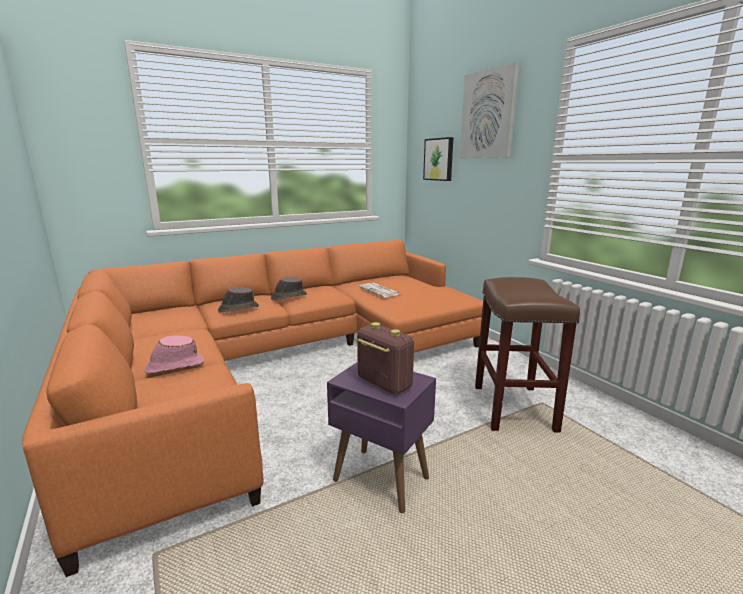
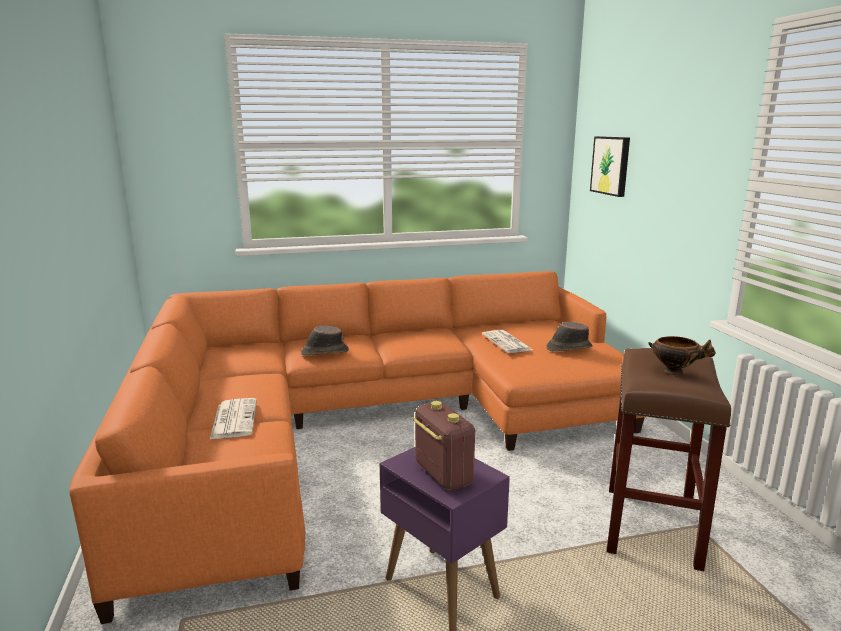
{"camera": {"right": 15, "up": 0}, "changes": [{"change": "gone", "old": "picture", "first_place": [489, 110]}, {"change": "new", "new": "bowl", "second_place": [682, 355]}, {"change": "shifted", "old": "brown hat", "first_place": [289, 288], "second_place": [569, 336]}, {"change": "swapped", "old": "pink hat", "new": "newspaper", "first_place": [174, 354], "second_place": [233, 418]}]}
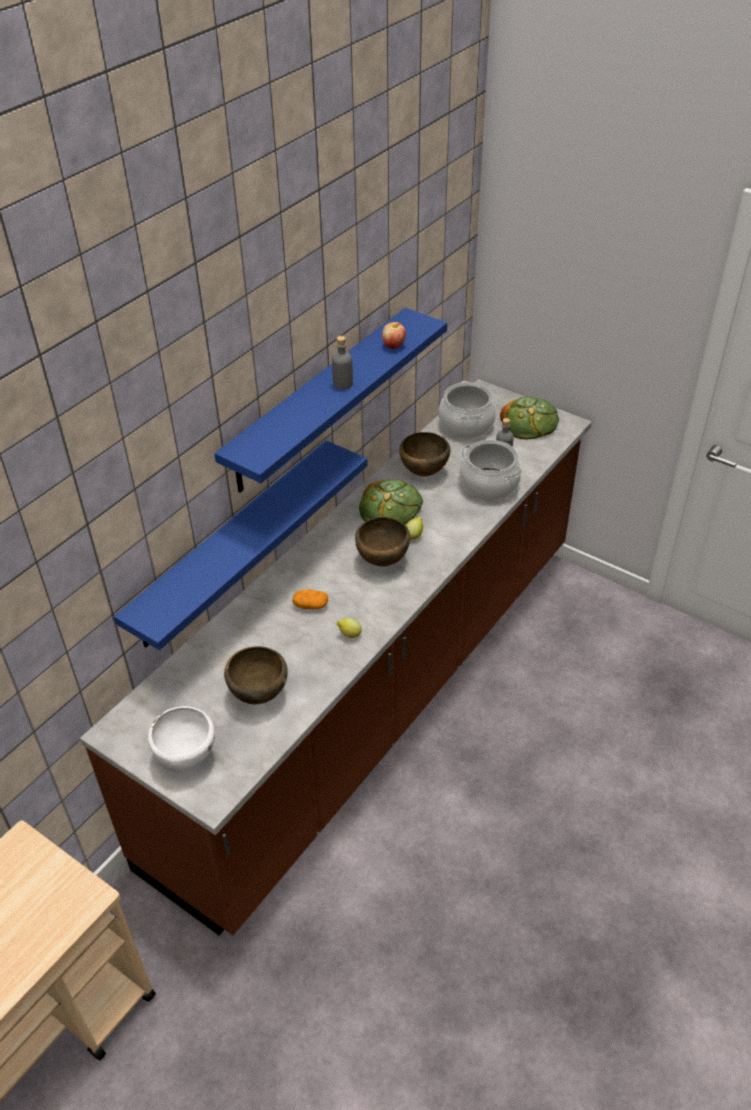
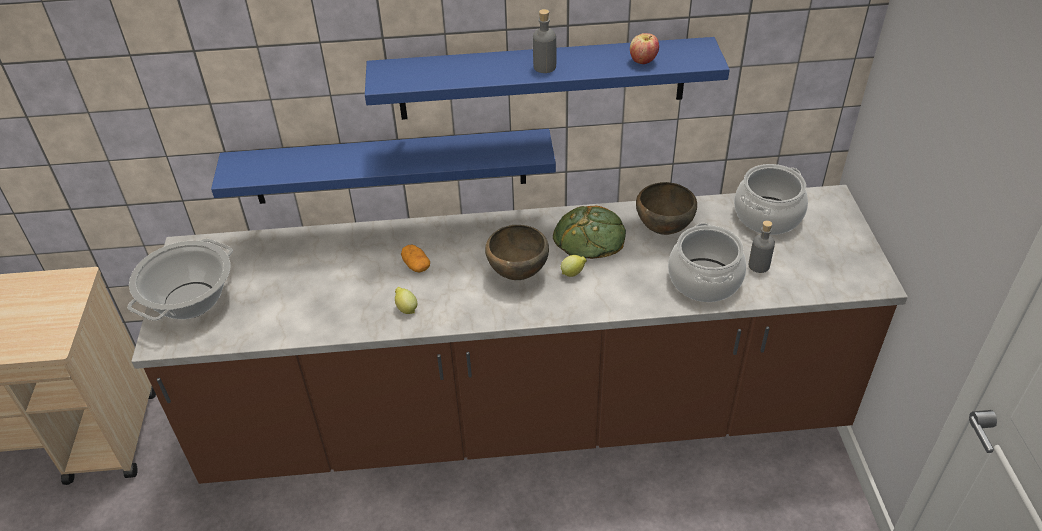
{"camera": {"right": 50, "up": 0}, "changes": [{"change": "gone", "old": "brown bowl", "first_place": [256, 675]}, {"change": "gone", "old": "bread", "first_place": [529, 418]}, {"change": "swapped", "old": "white bowl", "new": "cooking pot", "first_place": [181, 737], "second_place": [180, 280]}]}
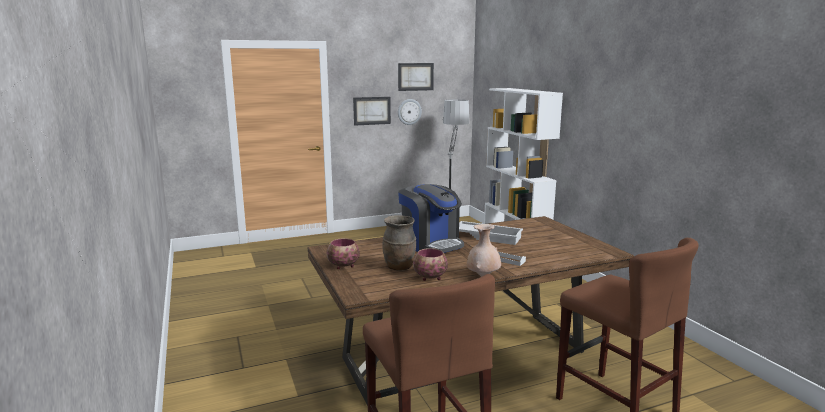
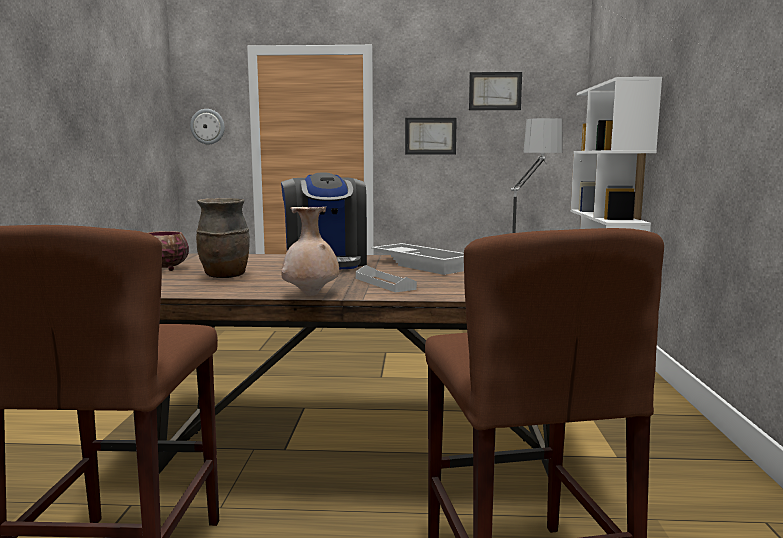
{"camera": {"right": 25, "up": -5}, "changes": [{"change": "gone", "old": "bowl", "first_place": [430, 264]}, {"change": "shifted", "old": "wall clock", "first_place": [410, 112], "second_place": [207, 126]}]}
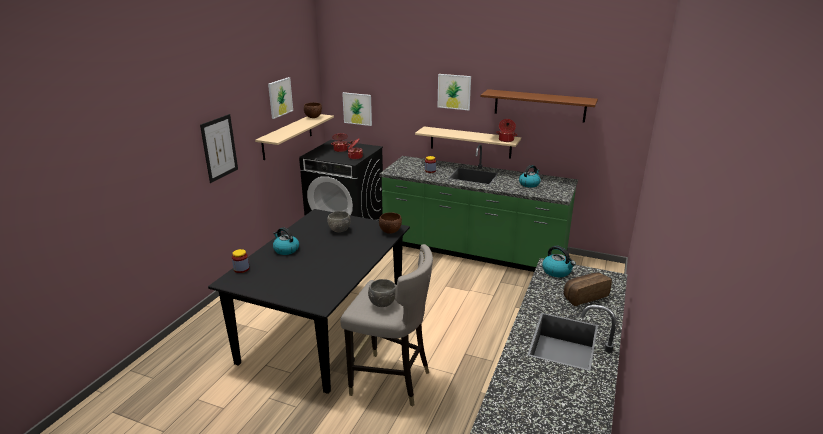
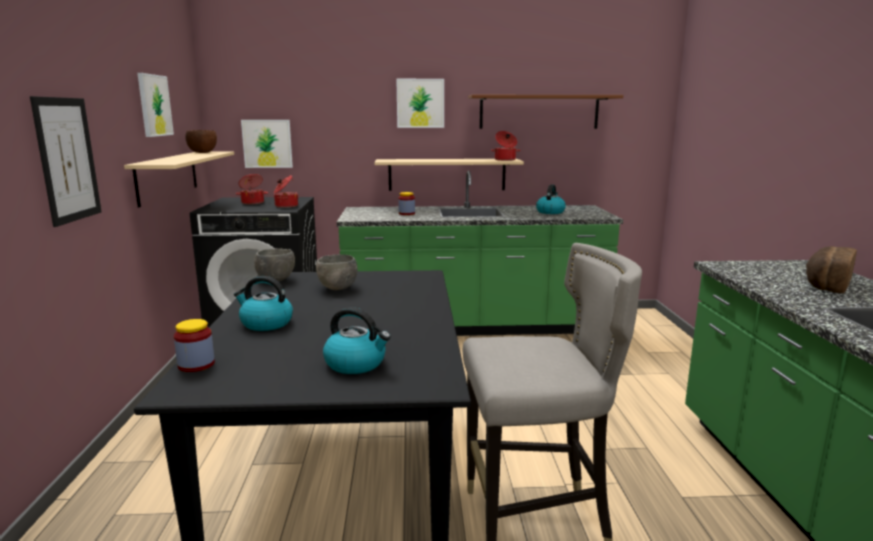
{"camera": {"right": -25, "up": -10}, "changes": [{"change": "gone", "old": "brown bowl", "first_place": [390, 223]}, {"change": "shifted", "old": "grey bowl", "first_place": [382, 293], "second_place": [274, 264]}, {"change": "shifted", "old": "kettle", "first_place": [559, 261], "second_place": [357, 340]}]}
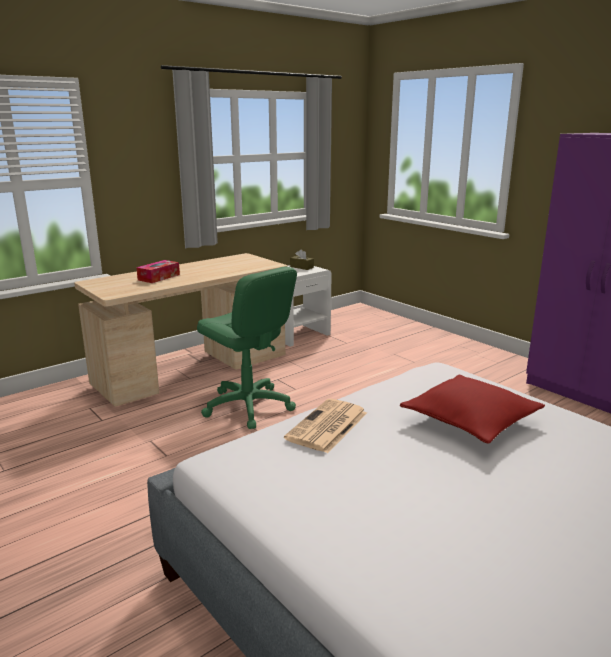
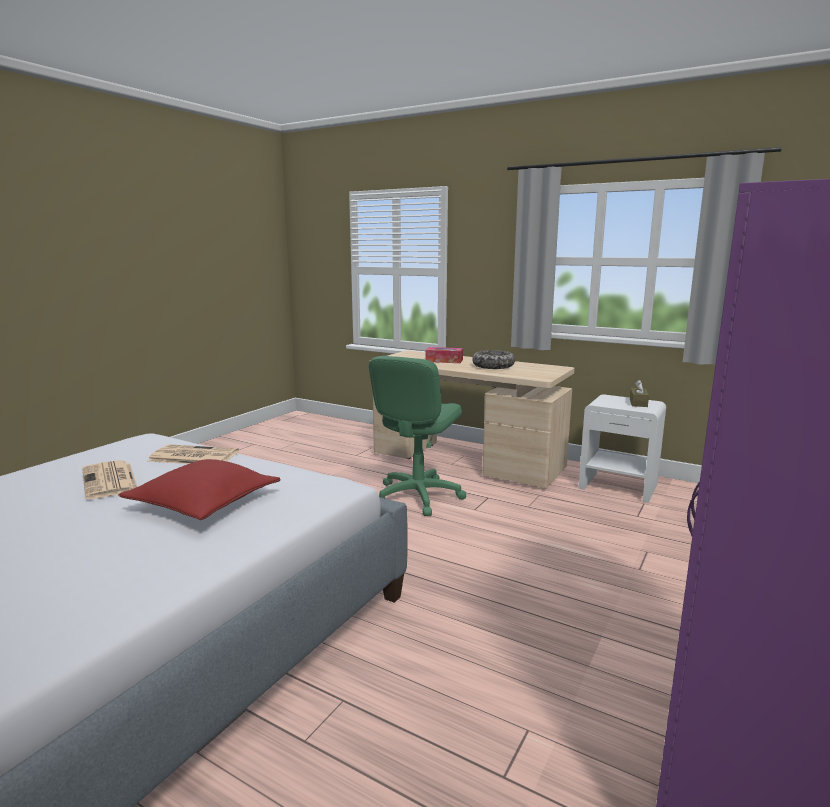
{"camera": {"right": 70, "up": -5}, "changes": [{"change": "new", "new": "newspaper", "second_place": [109, 479]}, {"change": "new", "new": "bowl", "second_place": [493, 359]}]}
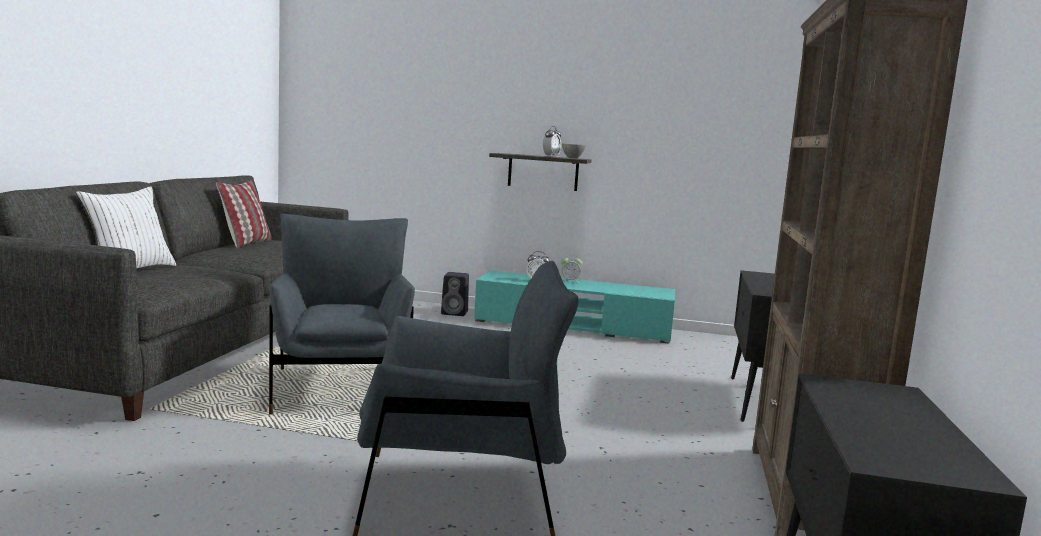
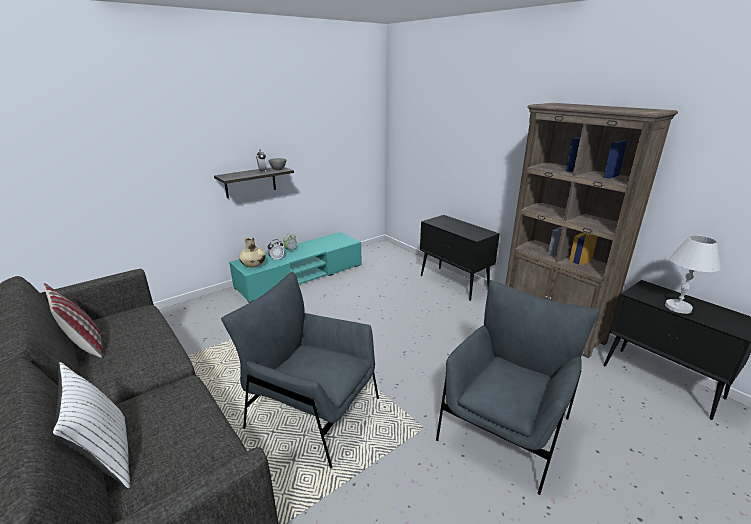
{"camera": {"right": -50, "up": 15}, "changes": [{"change": "gone", "old": "black speaker", "first_place": [455, 294]}, {"change": "new", "new": "beige vase", "second_place": [252, 252]}, {"change": "new", "new": "white table lamp", "second_place": [693, 274]}]}
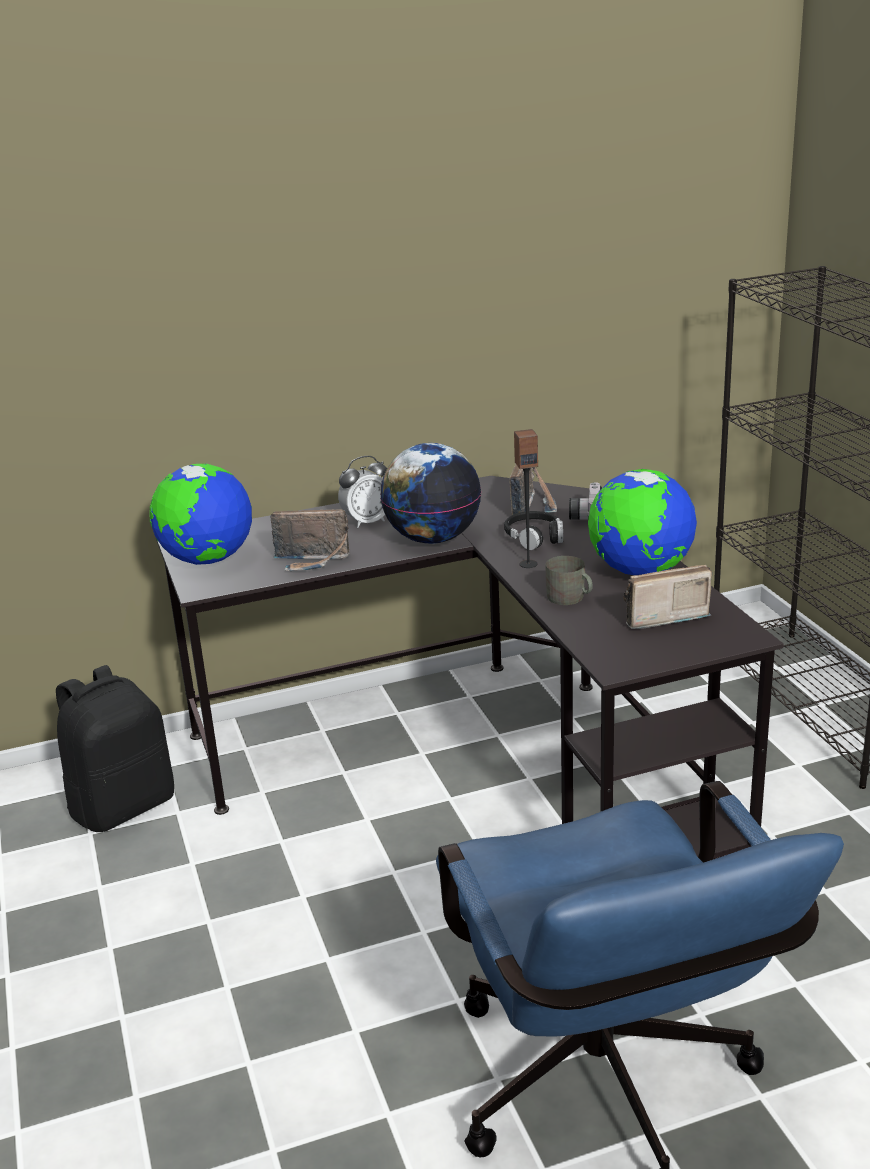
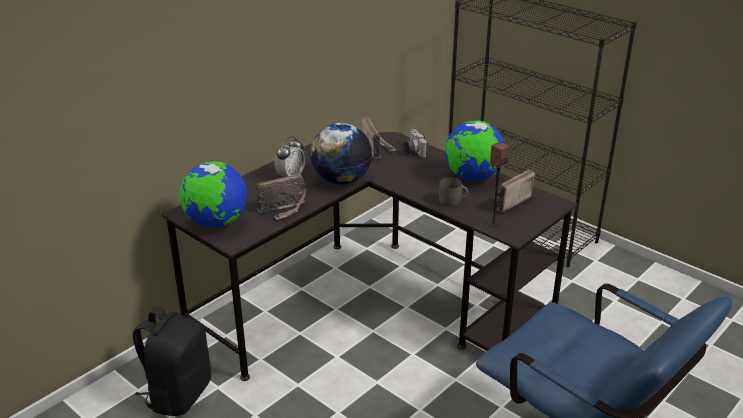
{"camera": {"right": -30, "up": 5}, "changes": [{"change": "gone", "old": "black headphones", "first_place": [533, 530]}, {"change": "shifted", "old": "speaker", "first_place": [526, 498], "second_place": [499, 184]}]}
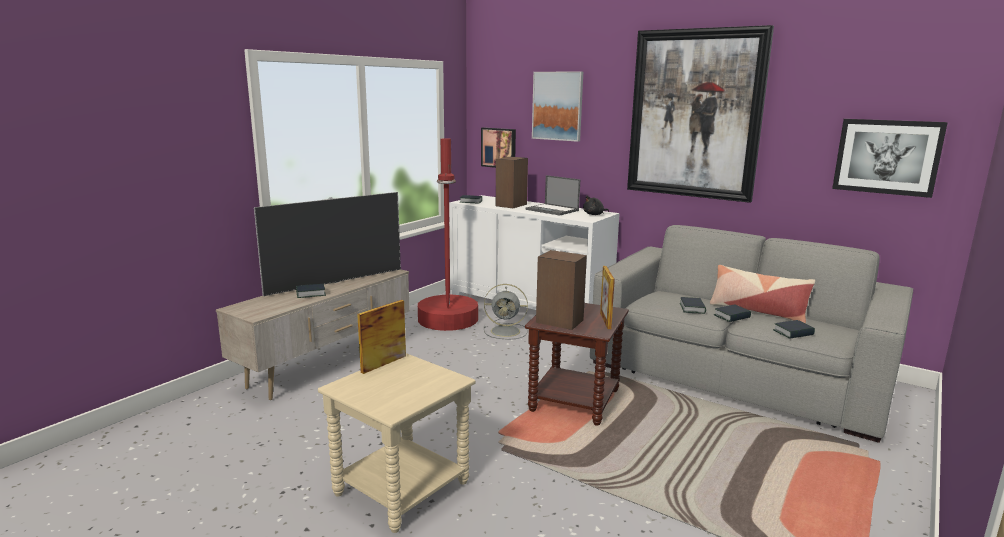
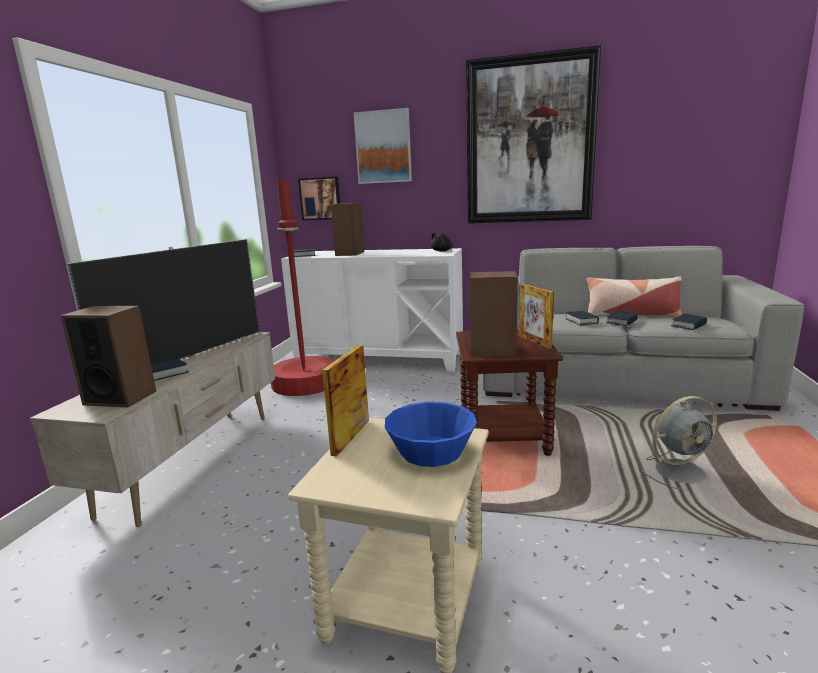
{"camera": {"right": -20, "up": 0}, "changes": [{"change": "gone", "old": "laptop", "first_place": [552, 195]}, {"change": "gone", "old": "picture", "first_place": [890, 158]}, {"change": "new", "new": "speaker", "second_place": [108, 357]}, {"change": "new", "new": "blue bowl", "second_place": [431, 434]}, {"change": "shifted", "old": "grey fan", "first_place": [506, 312], "second_place": [678, 443]}]}
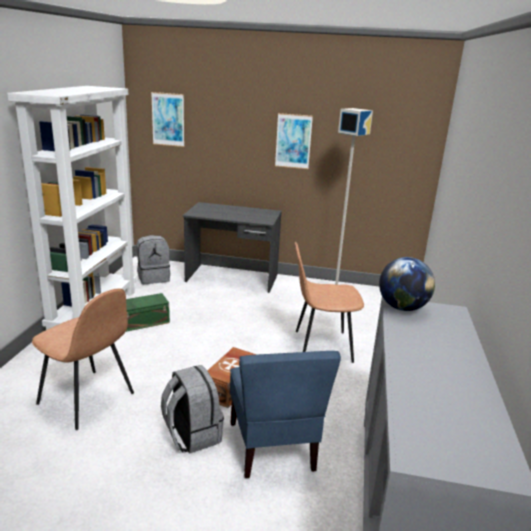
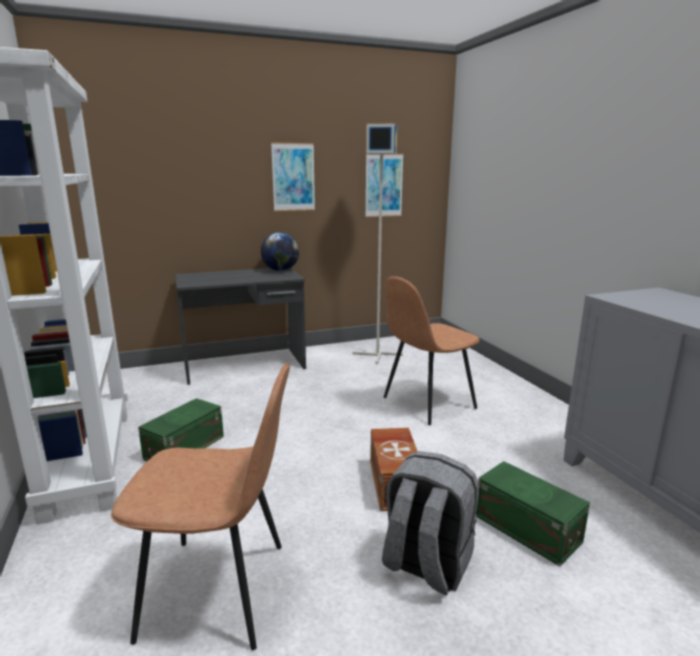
{"camera": {"right": -30, "up": -5}, "changes": [{"change": "gone", "old": "grey backpack", "first_place": [153, 259]}, {"change": "shifted", "old": "picture", "first_place": [167, 119], "second_place": [384, 185]}, {"change": "shifted", "old": "globe", "first_place": [407, 284], "second_place": [280, 251]}, {"change": "swapped", "old": "blue chair", "new": "green storage box", "first_place": [285, 414], "second_place": [532, 513]}]}
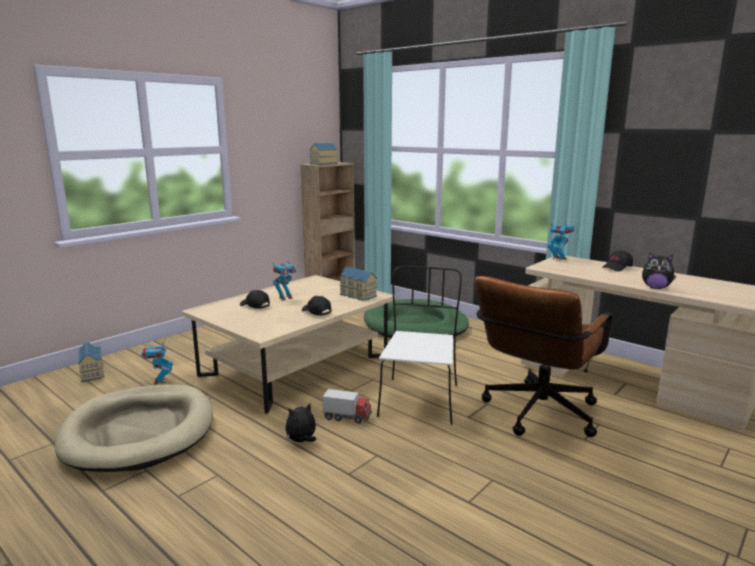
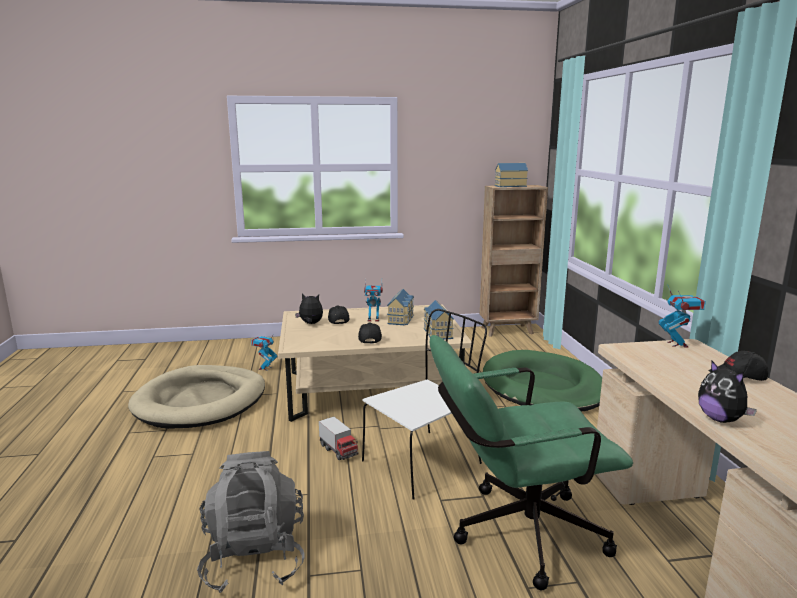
{"camera": {"right": 40, "up": 0}, "changes": [{"change": "new", "new": "grey backpack", "second_place": [251, 522]}, {"change": "shifted", "old": "toy house", "first_place": [91, 361], "second_place": [400, 307]}, {"change": "shifted", "old": "plush toy", "first_place": [301, 422], "second_place": [309, 309]}, {"change": "repainted", "old": "brown office chair", "new": "green office chair", "first_place": [543, 356], "second_place": [531, 462]}]}
